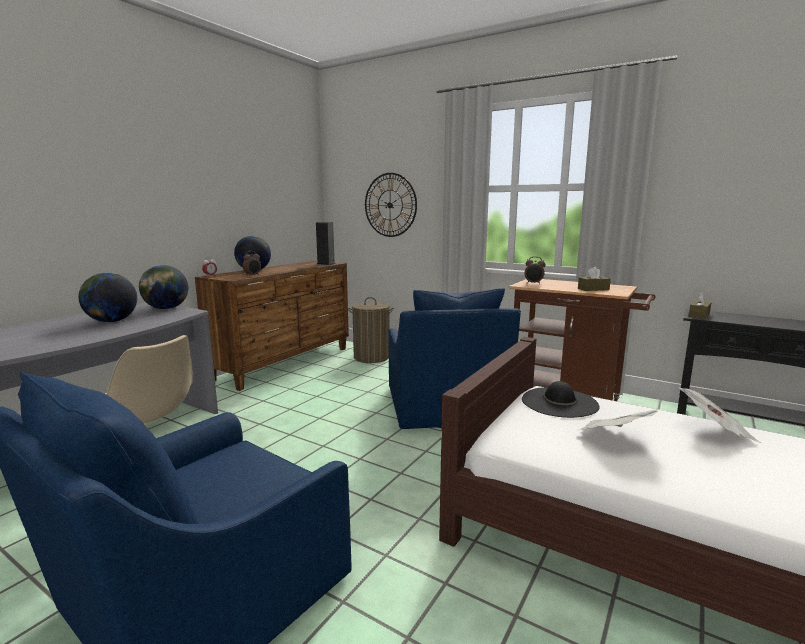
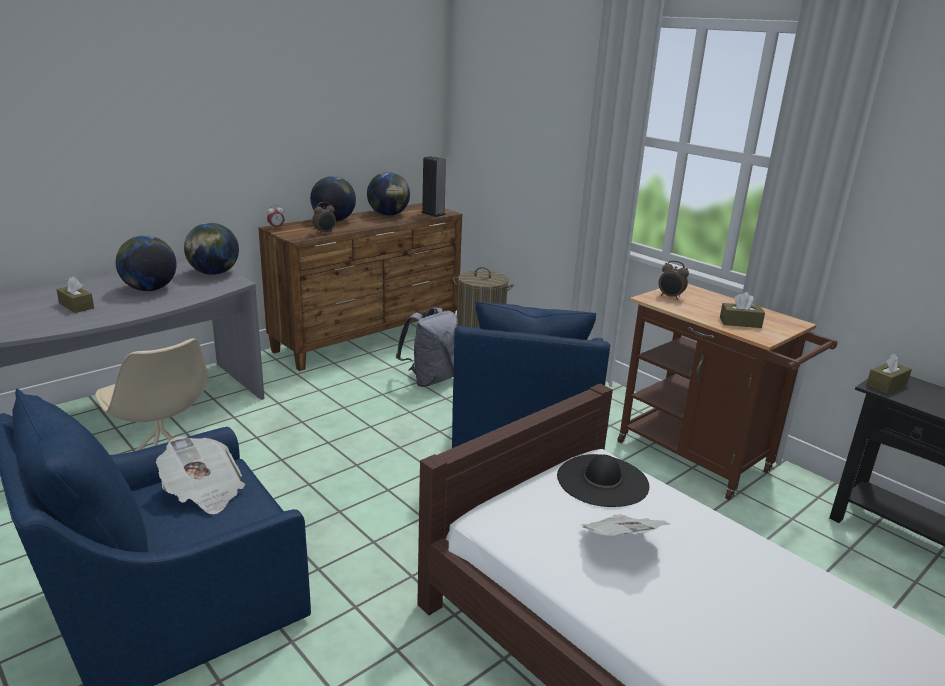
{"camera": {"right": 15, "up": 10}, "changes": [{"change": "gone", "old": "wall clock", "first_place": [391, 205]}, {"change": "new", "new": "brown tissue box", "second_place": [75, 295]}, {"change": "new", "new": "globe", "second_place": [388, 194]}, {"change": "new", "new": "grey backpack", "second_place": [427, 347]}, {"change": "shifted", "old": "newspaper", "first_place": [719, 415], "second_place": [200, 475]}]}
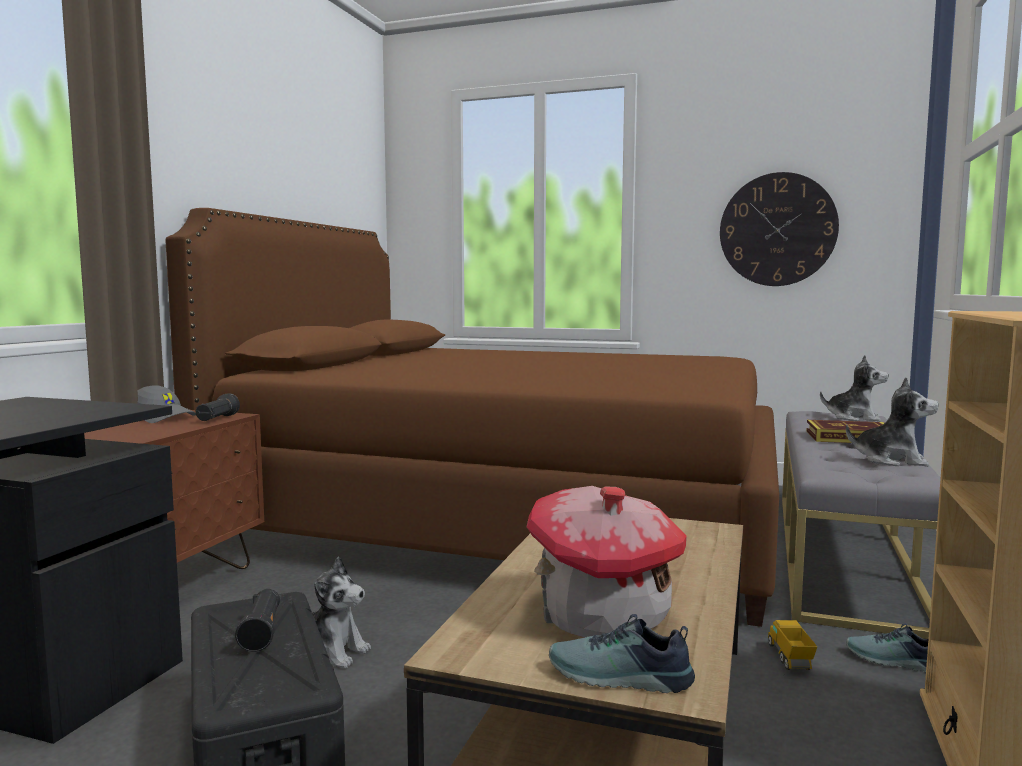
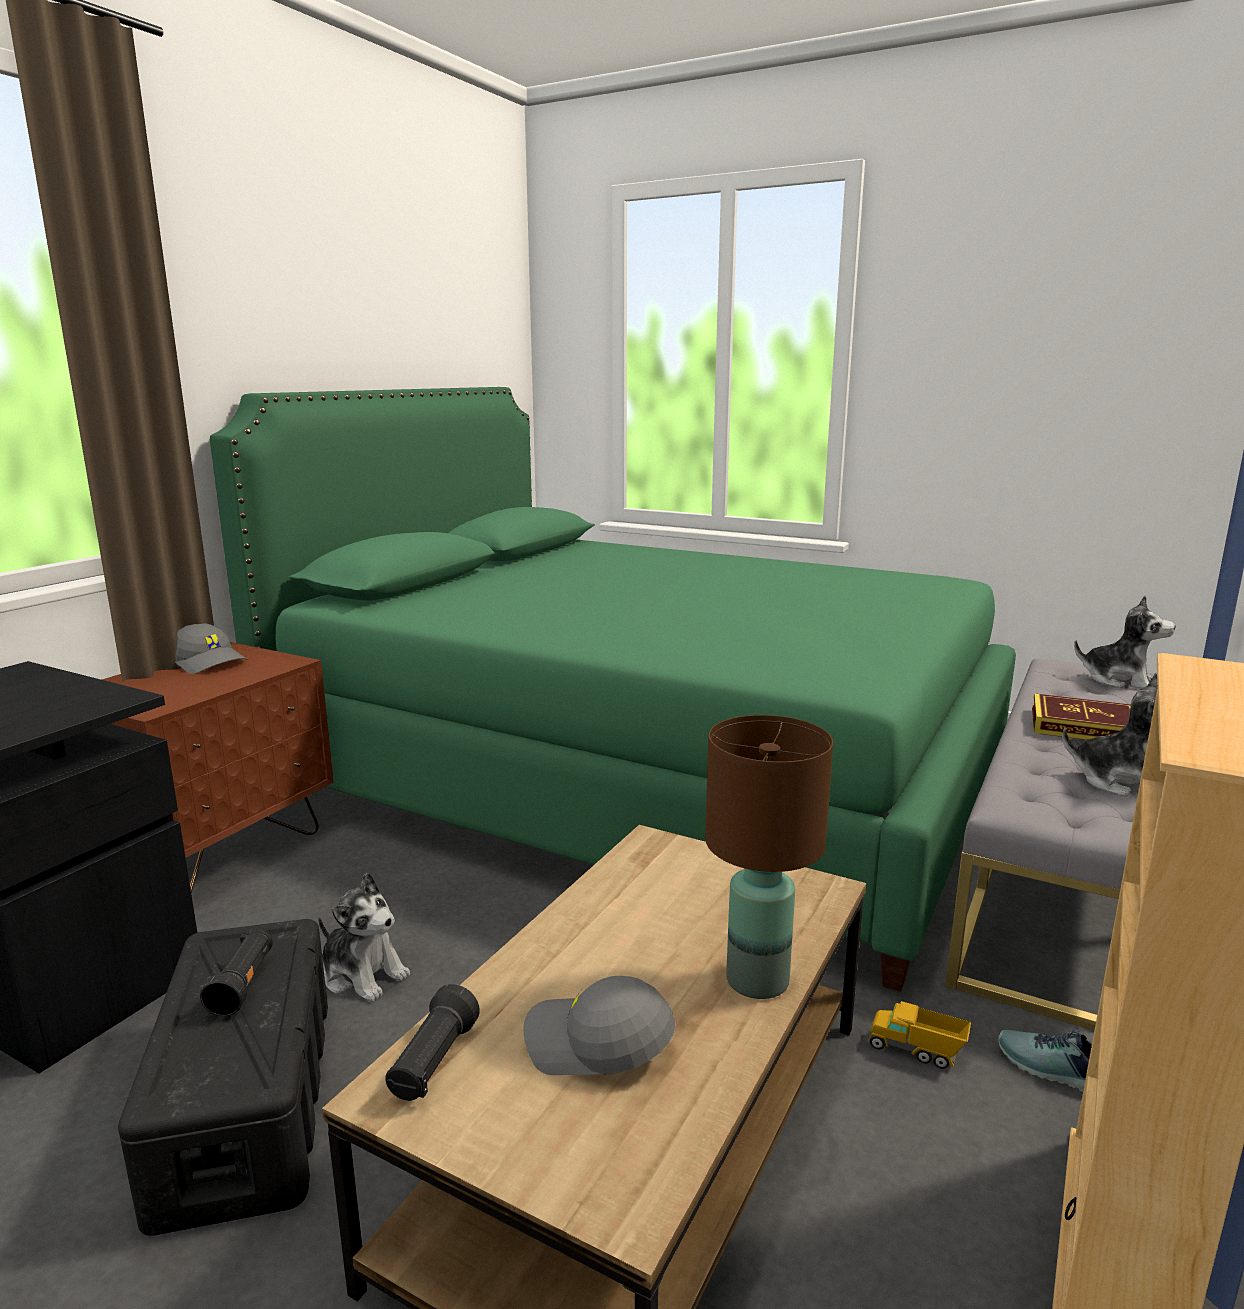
{"camera": {"right": 10, "up": 10}, "changes": [{"change": "gone", "old": "shoe", "first_place": [622, 653]}, {"change": "gone", "old": "wall clock", "first_place": [779, 229]}, {"change": "new", "new": "brown table lamp", "second_place": [769, 857]}, {"change": "shifted", "old": "black flashlight", "first_place": [217, 407], "second_place": [432, 1042]}, {"change": "swapped", "old": "toy house", "new": "grey cap", "first_place": [607, 561], "second_place": [599, 1025]}, {"change": "repainted", "old": "brown bed", "new": "green bed", "first_place": [472, 417], "second_place": [613, 689]}, {"change": "rotated", "old": "toy truck", "first_place": [792, 645], "second_place": [919, 1035], "degrees": -75}]}
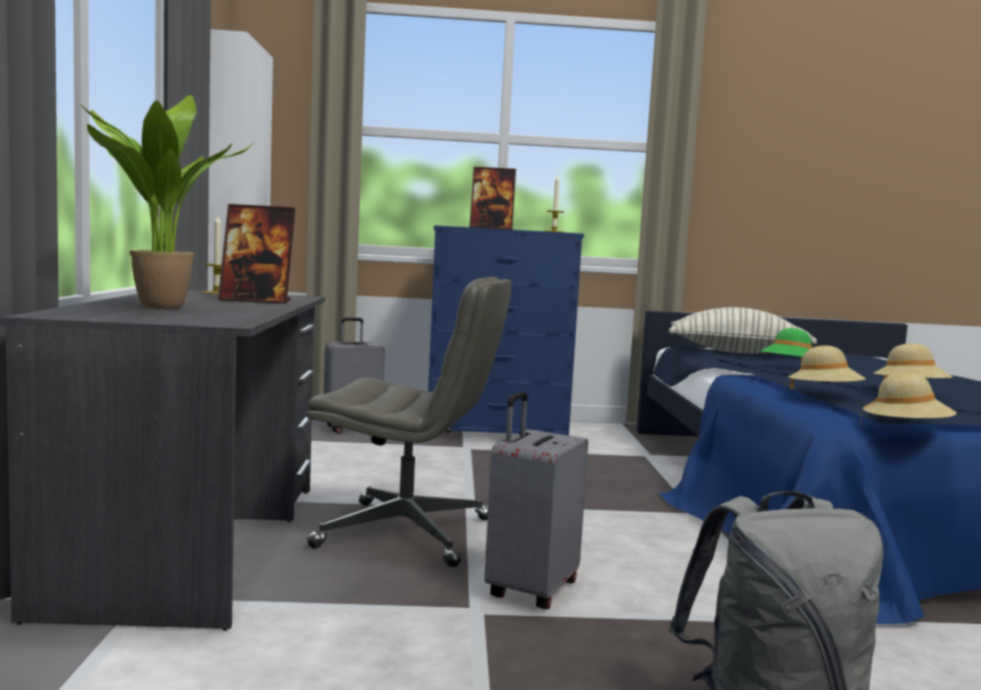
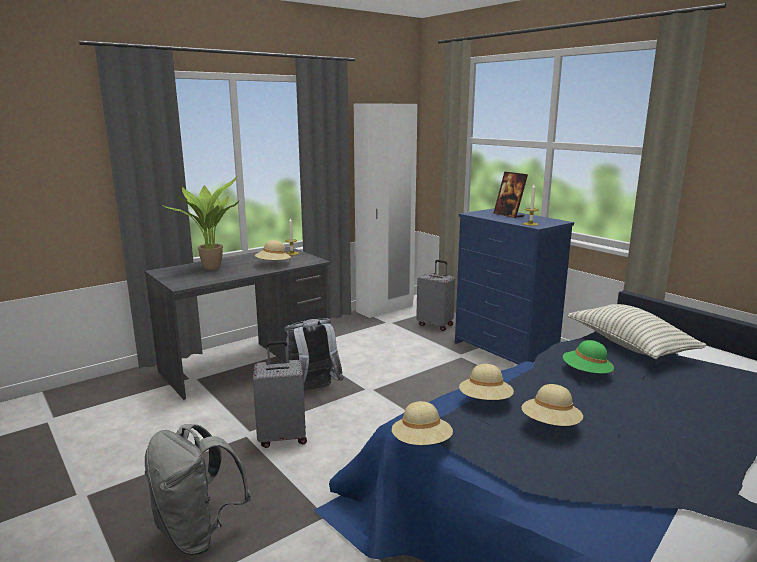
{"camera": {"right": 55, "up": 10}, "changes": [{"change": "swapped", "old": "picture frame", "new": "beige hat", "first_place": [256, 254], "second_place": [273, 251]}, {"change": "swapped", "old": "grey office chair", "new": "grey backpack", "first_place": [409, 422], "second_place": [314, 355]}]}
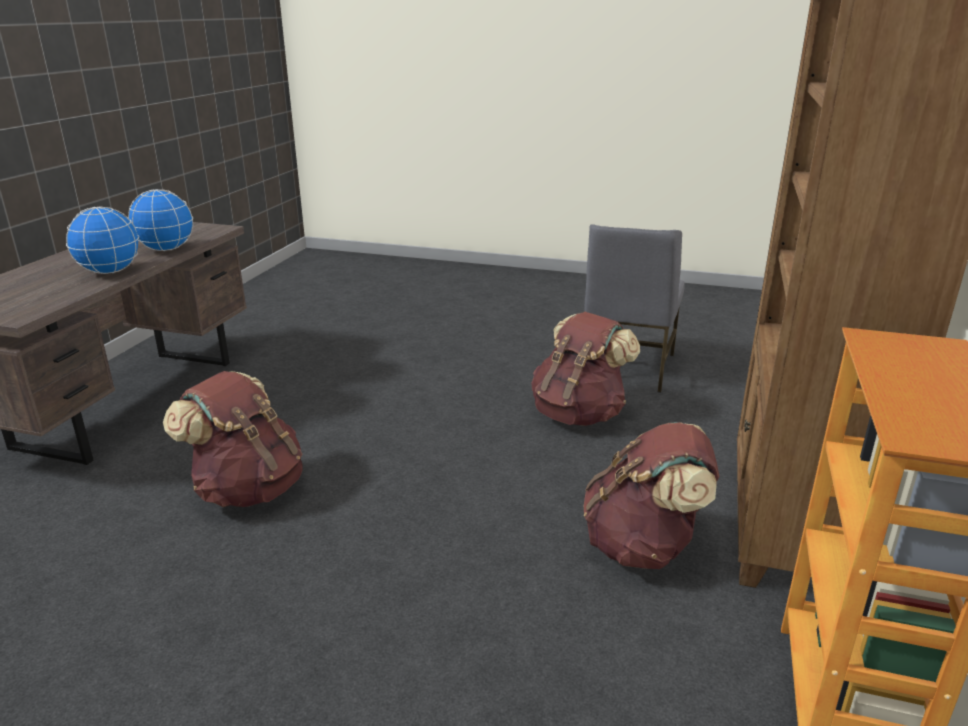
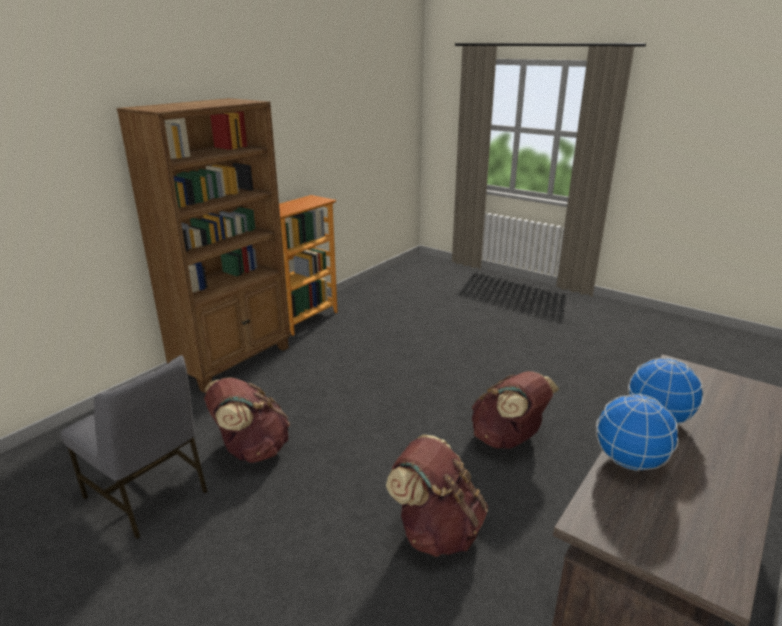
{"camera": {"right": -160, "up": 0}, "changes": [{"change": "shifted", "old": "brown backpack", "first_place": [651, 495], "second_place": [437, 496]}, {"change": "rotated", "old": "grey chair", "first_place": [635, 308], "second_place": [134, 447], "degrees": 90}]}
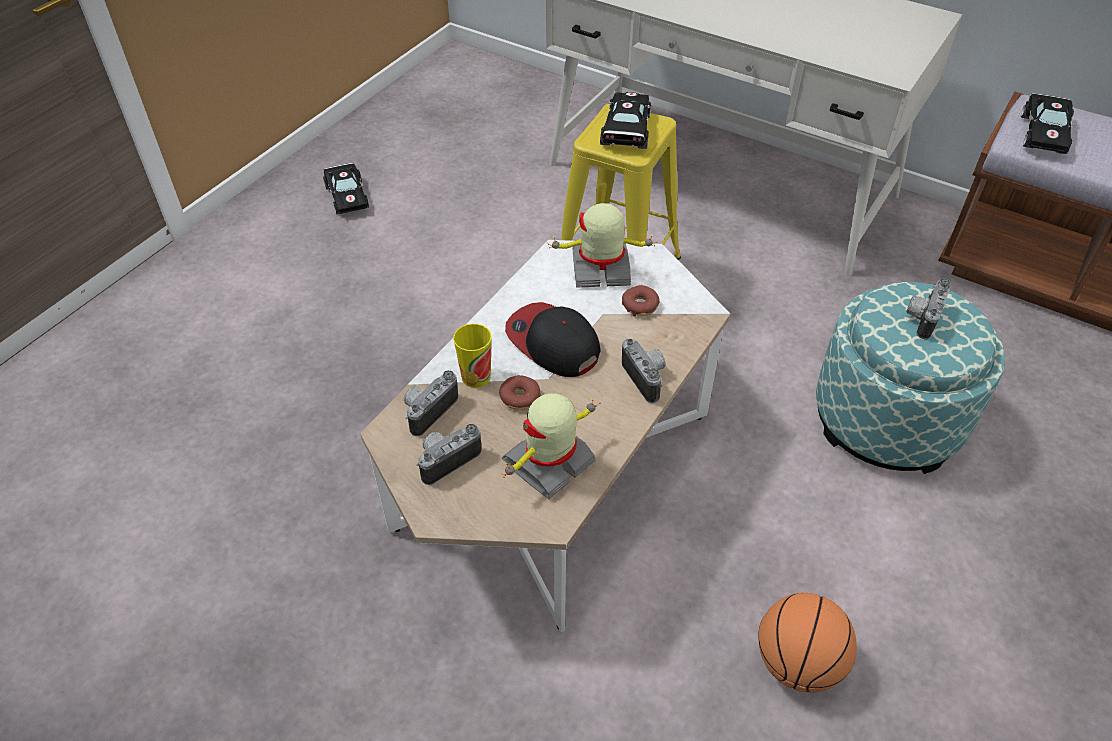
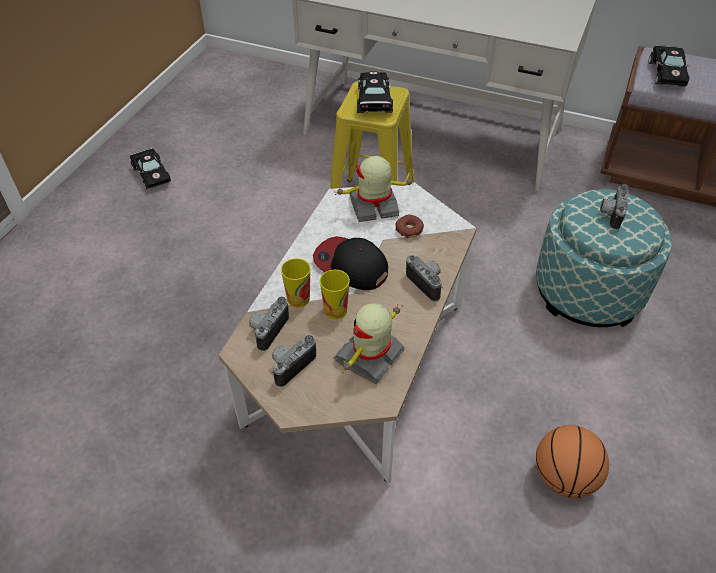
{"camera": {"right": -10, "up": 0}, "changes": [{"change": "swapped", "old": "donut", "new": "cup", "first_place": [520, 392], "second_place": [335, 294]}]}
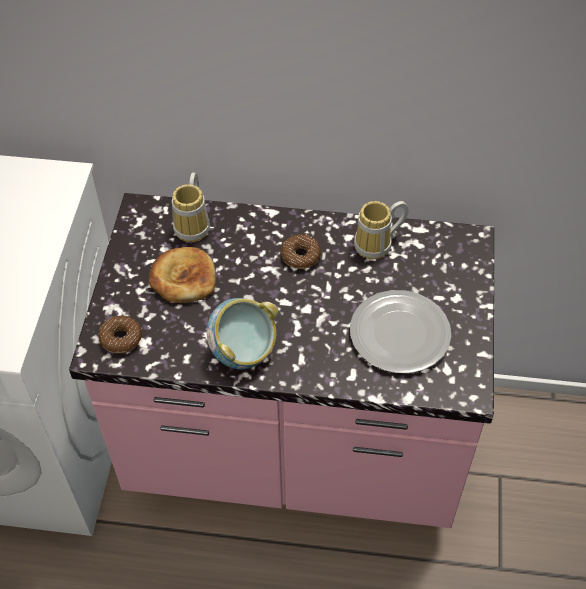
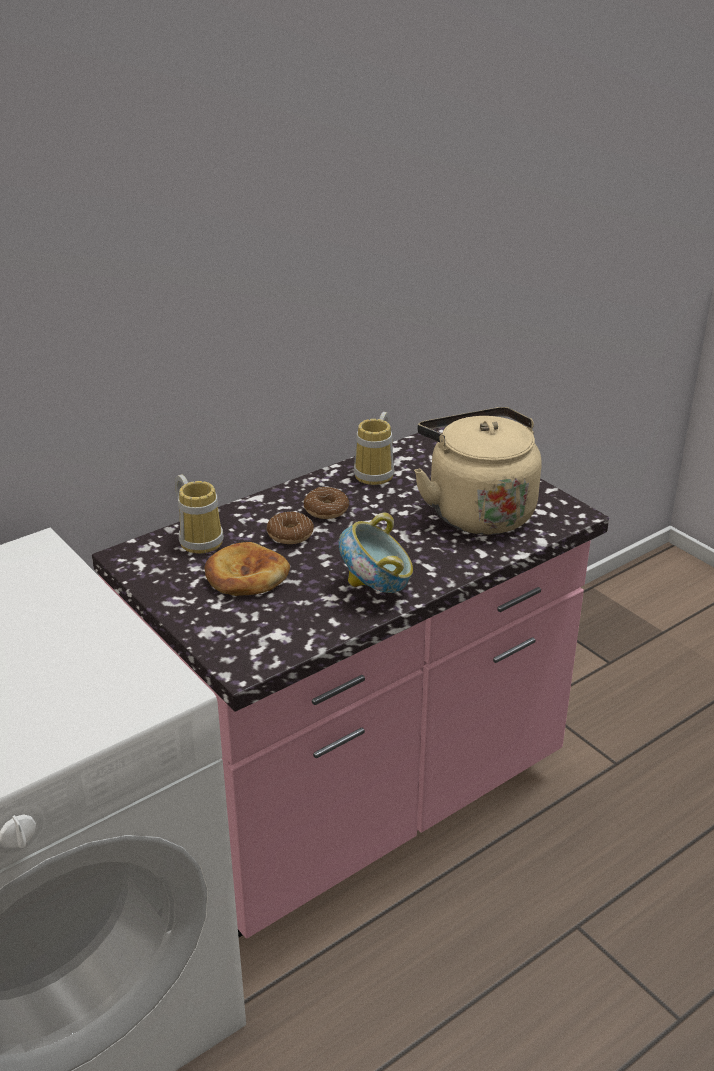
{"camera": {"right": -45, "up": -20}, "changes": [{"change": "shifted", "old": "donut", "first_place": [120, 334], "second_place": [290, 528]}, {"change": "swapped", "old": "plate", "new": "beige kettle", "first_place": [400, 332], "second_place": [477, 471]}]}
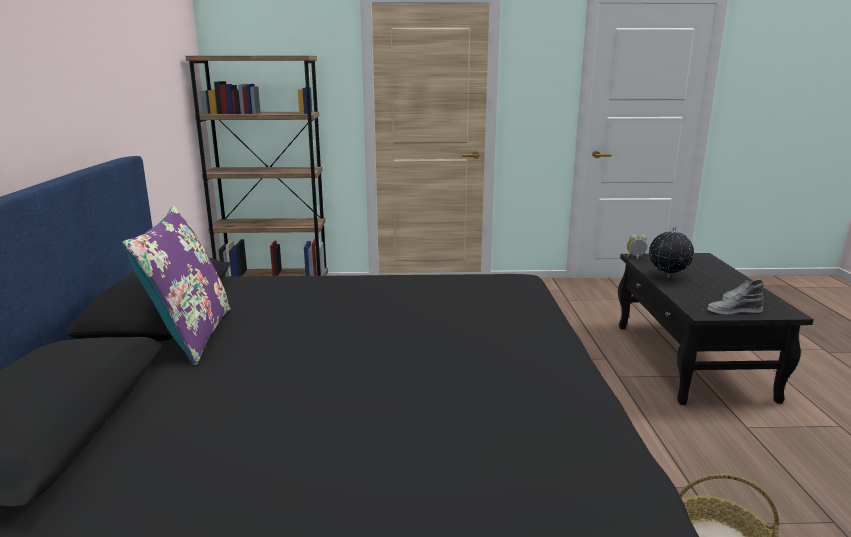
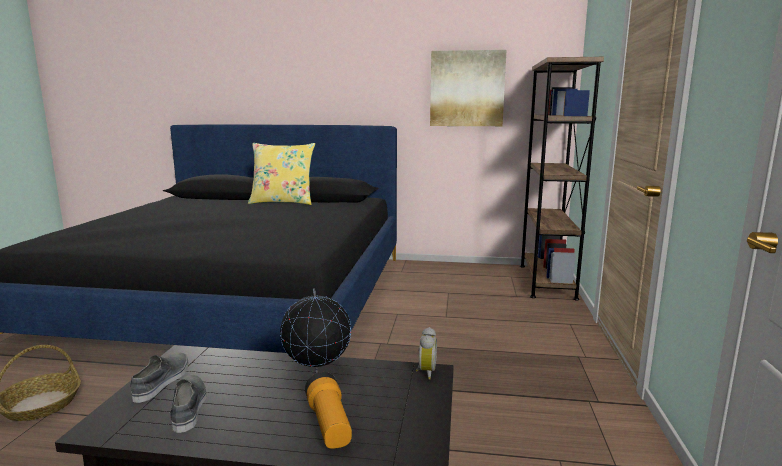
{"camera": {"right": 100, "up": -5}, "changes": [{"change": "new", "new": "flashlight", "second_place": [328, 410]}, {"change": "new", "new": "picture", "second_place": [468, 88]}, {"change": "repainted", "old": "purple pillow", "new": "yellow pillow", "first_place": [176, 286], "second_place": [281, 174]}]}
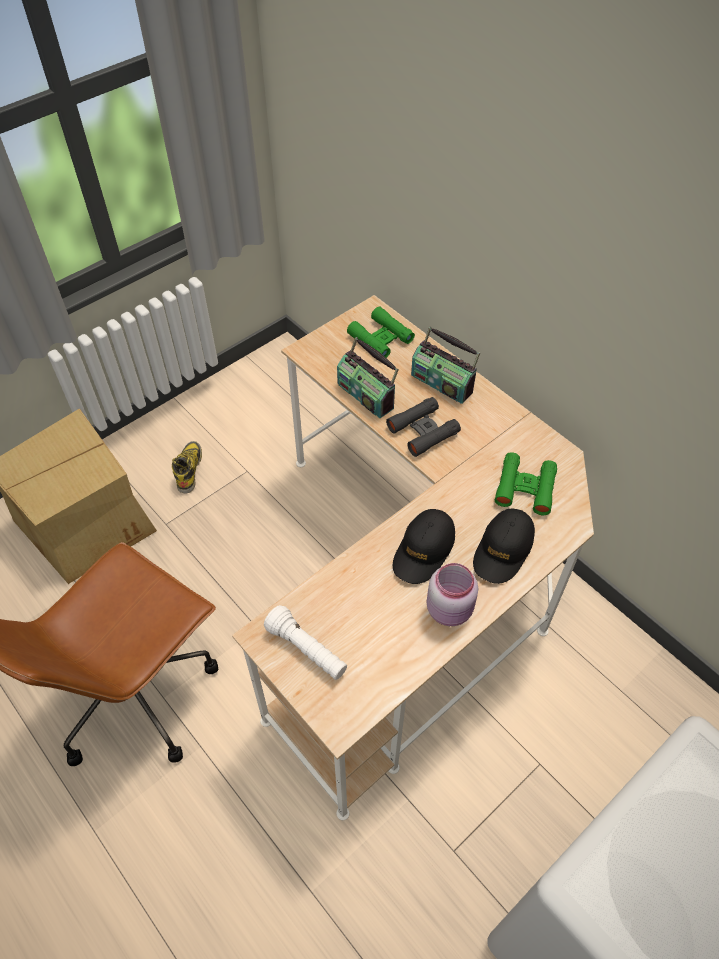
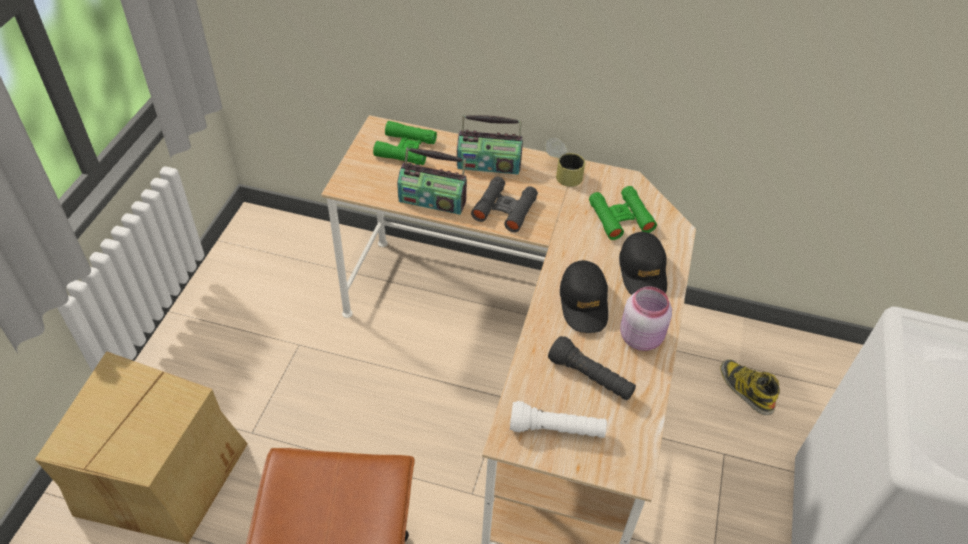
{"camera": {"right": -35, "up": -5}, "changes": [{"change": "new", "new": "can", "second_place": [565, 162]}, {"change": "new", "new": "black flashlight", "second_place": [592, 368]}, {"change": "shifted", "old": "boot", "first_place": [187, 467], "second_place": [750, 387]}]}
